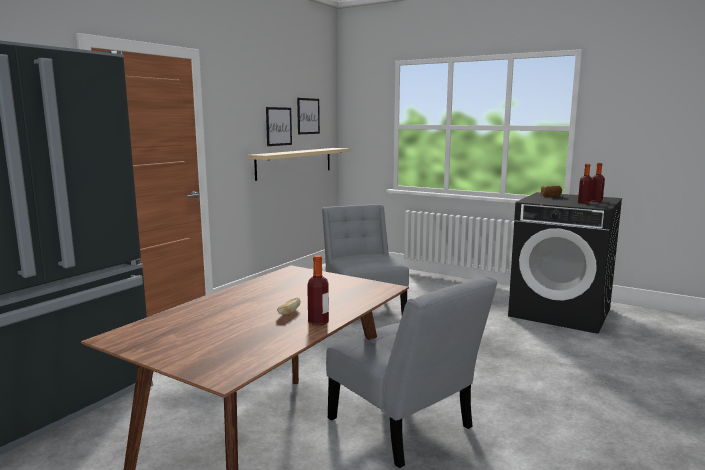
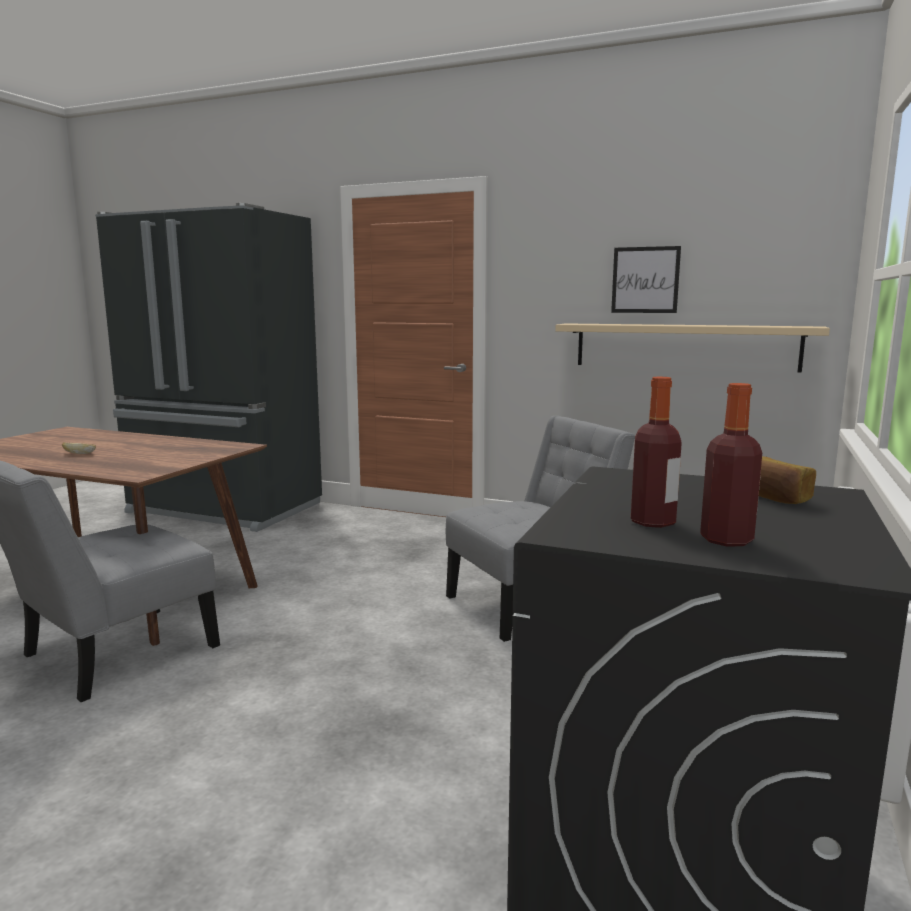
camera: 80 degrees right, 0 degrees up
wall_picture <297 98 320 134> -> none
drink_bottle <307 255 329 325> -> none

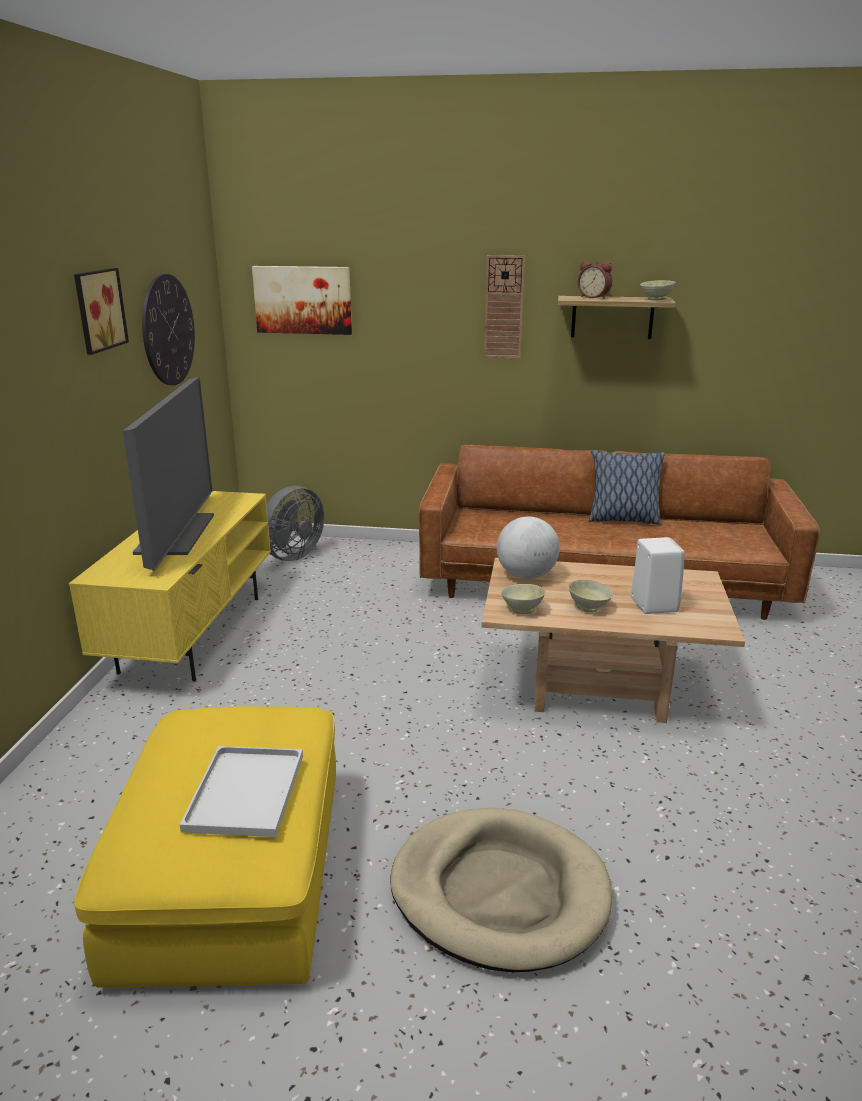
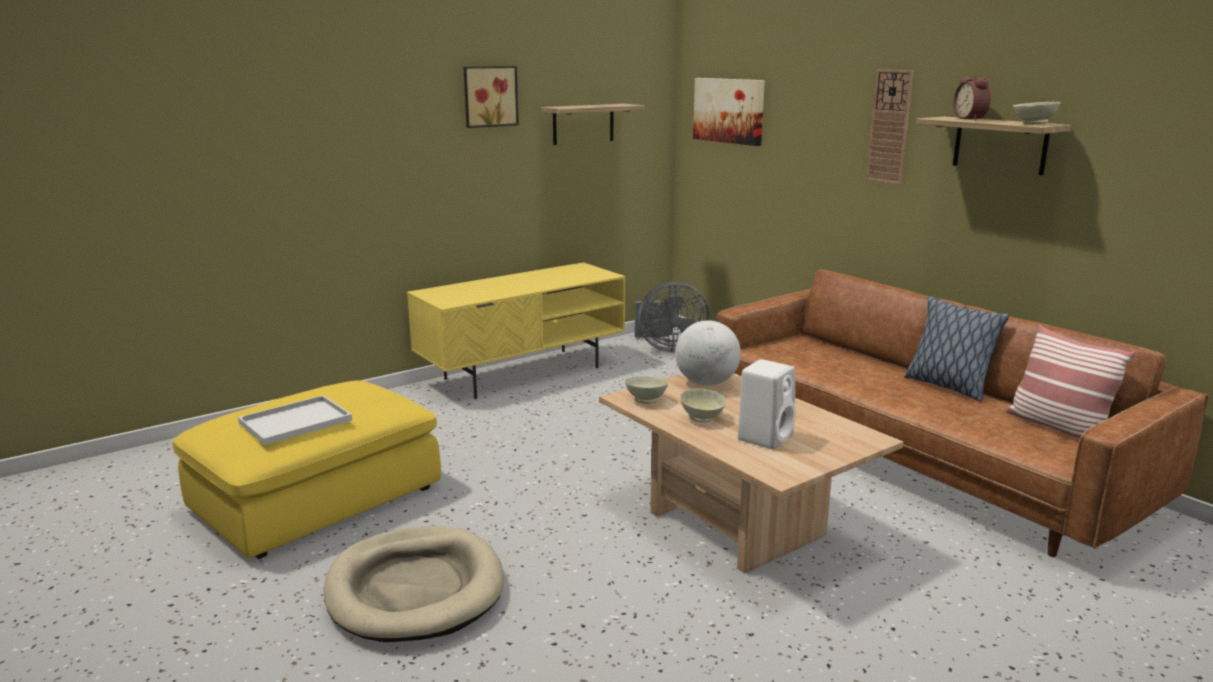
camera: 45 degrees right, 5 degrees down
TV_set <123 377 214 571> -> none
none -> throw_pillow <1006 325 1135 438>
hanging_clock <142 274 195 385> -> shelf <541 104 645 145>

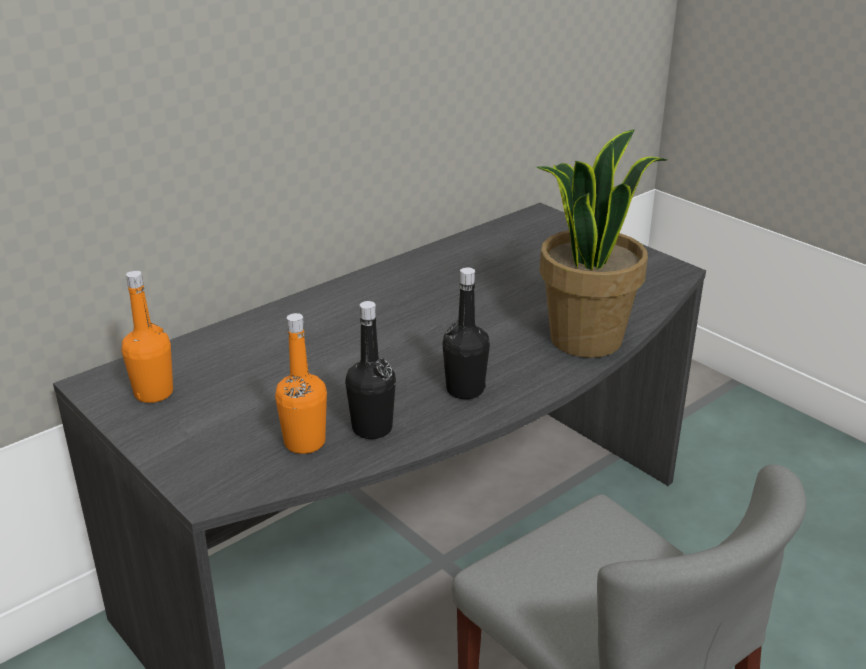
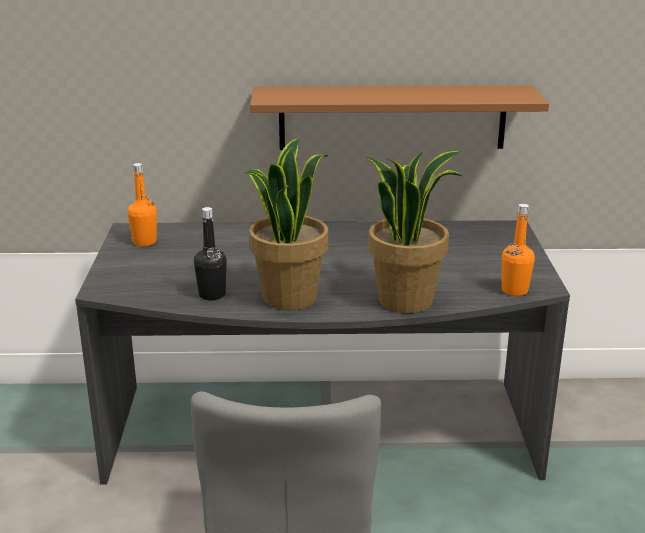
camera: 40 degrees right, 5 degrees down
none -> brownish_shelf <250 85 549 150>
orangey_drink_bottle <275 313 327 454> -> orangey_drink_bottle <502 204 535 296>, moved
blackish_drink_bottle <442 267 490 399> -> houseplant <244 138 329 310>

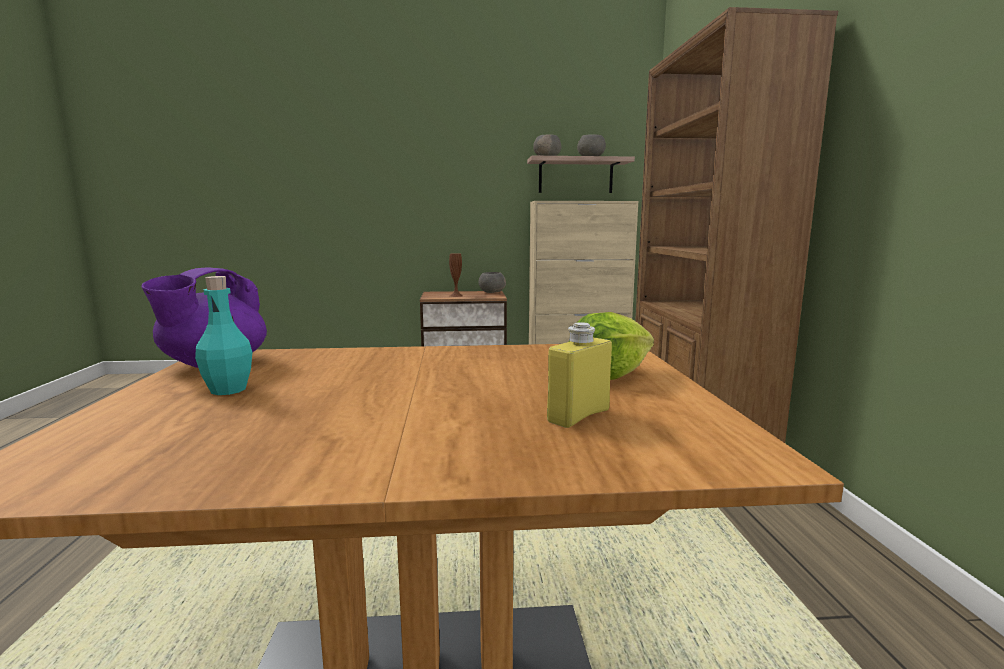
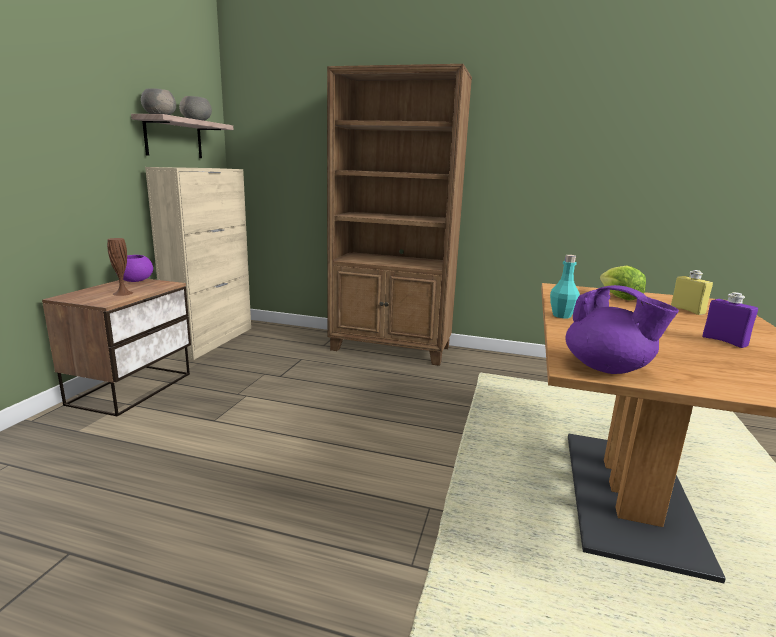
camera: 70 degrees left, 5 degrees up
none -> purple-coloured_drink_bottle <702 292 758 348>
blue-green_drink_bottle <195 276 252 395> -> blue-green_drink_bottle <550 255 580 318>, moved
greyish_deep_dish <478 272 506 293> -> purple-coloured_deep_dish <123 255 153 282>

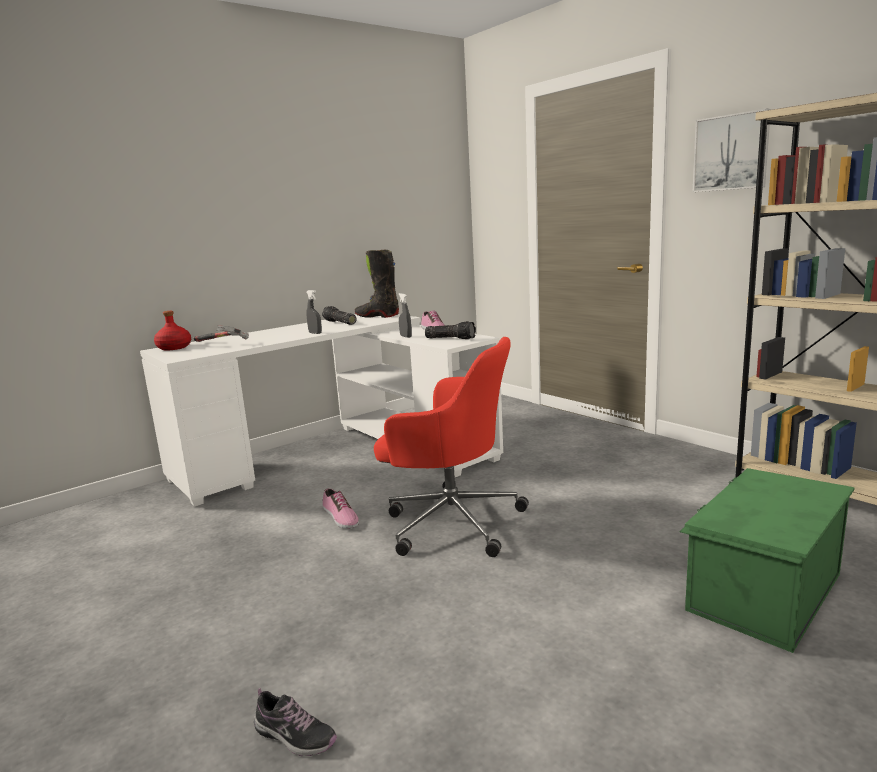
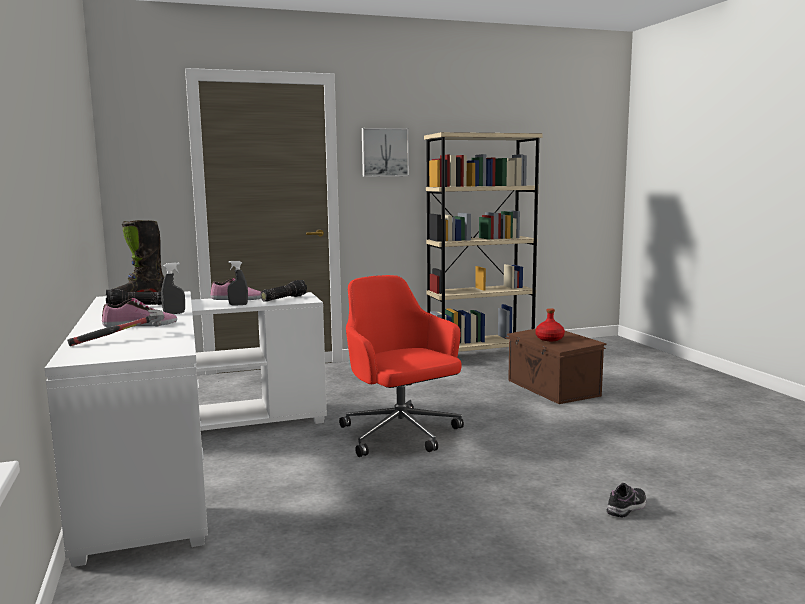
camera: 70 degrees left, 5 degrees down
reddish_drink_bottle <154 311 191 350> -> reddish_drink_bottle <535 308 565 341>, moved
low_shoe <322 488 359 529> -> low_shoe <102 298 177 327>, moved
green-coloured_storage_container <680 468 855 653> -> brownish_storage_container <505 329 606 404>
reddish_desk_chair <374 337 529 557> -> reddish_desk_chair <339 275 464 457>, 75 degrees counterclockwise

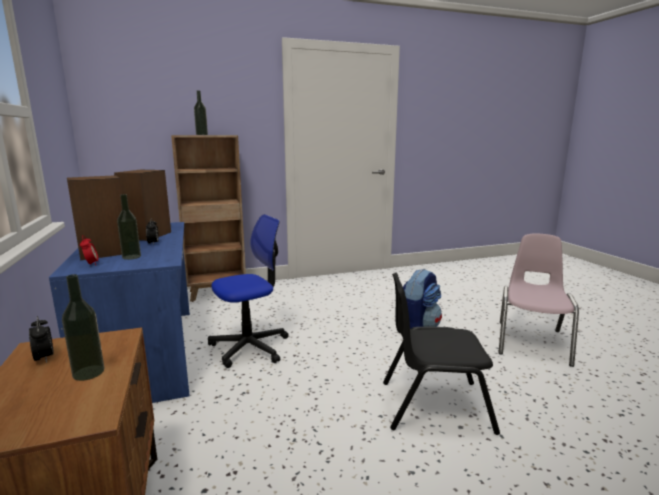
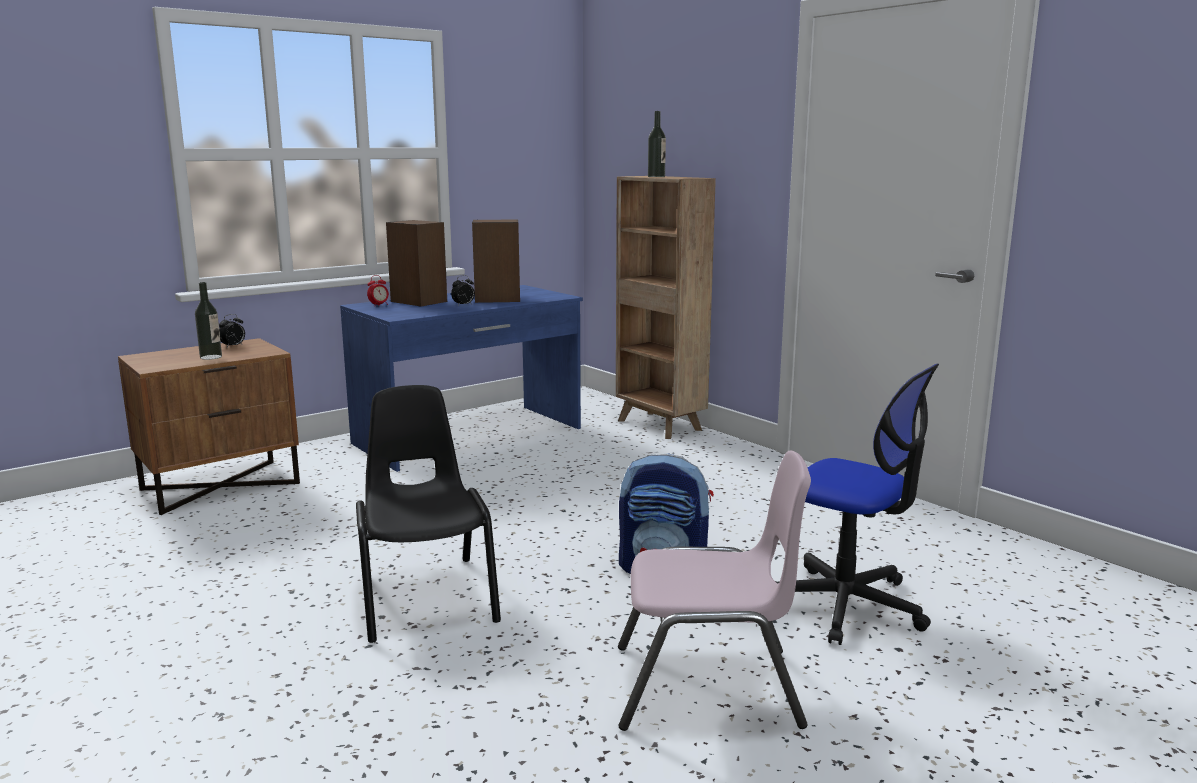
camera: 70 degrees right, 0 degrees up
drink_bottle <117 194 141 260> -> none
desk_chair <208 214 289 368> -> desk_chair <776 364 939 645>, moved

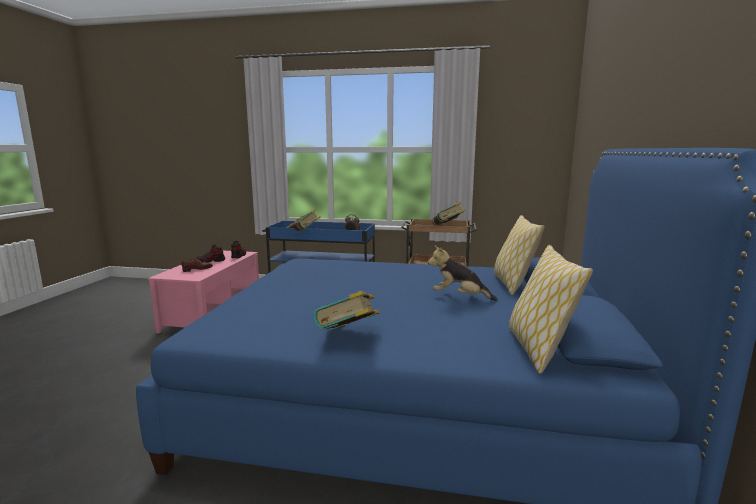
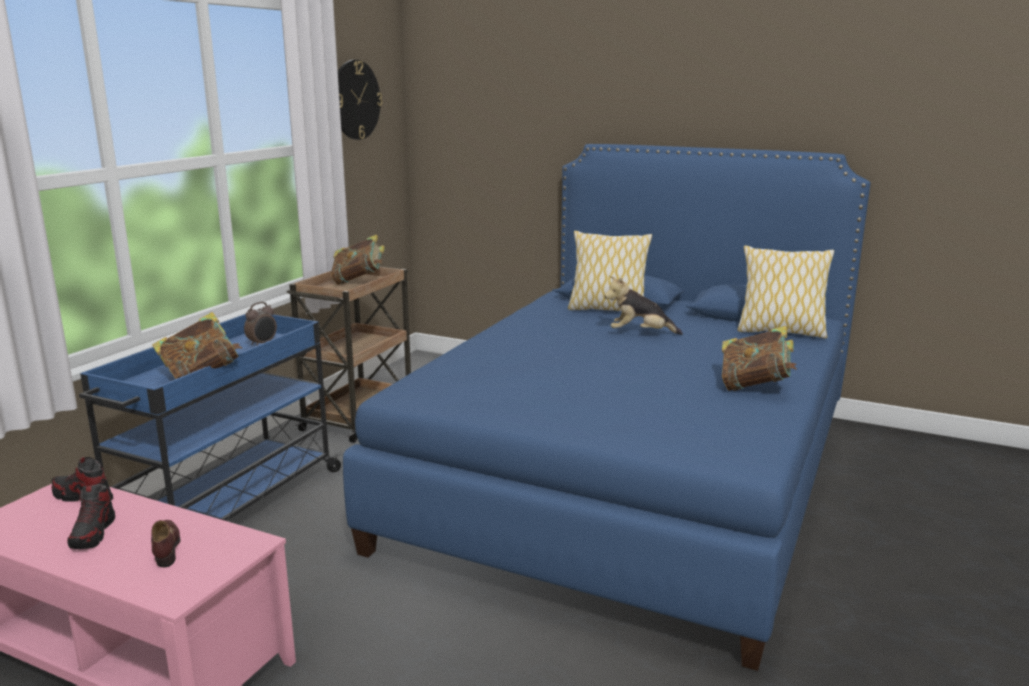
camera: 75 degrees left, 5 degrees up
none -> hanging_clock <338 60 382 140>
plush_toy <428 245 497 301> -> plush_toy <604 276 683 335>, 60 degrees clockwise

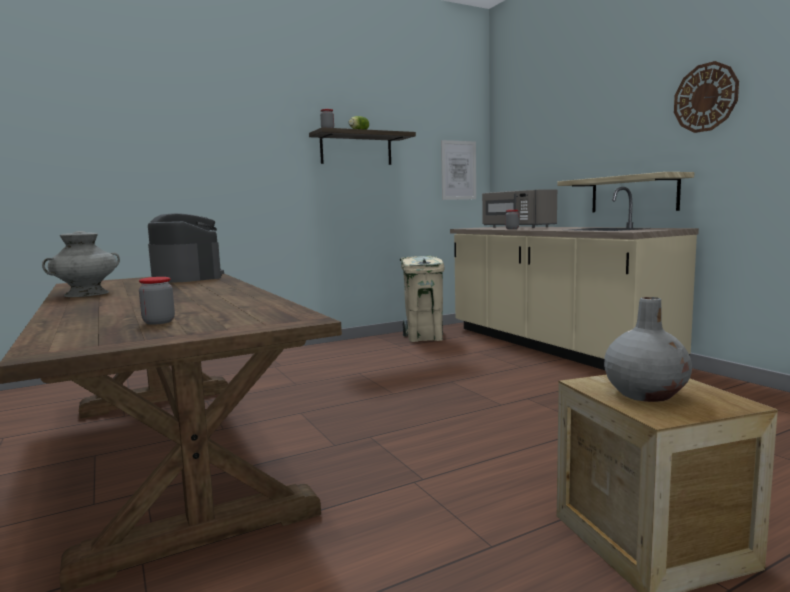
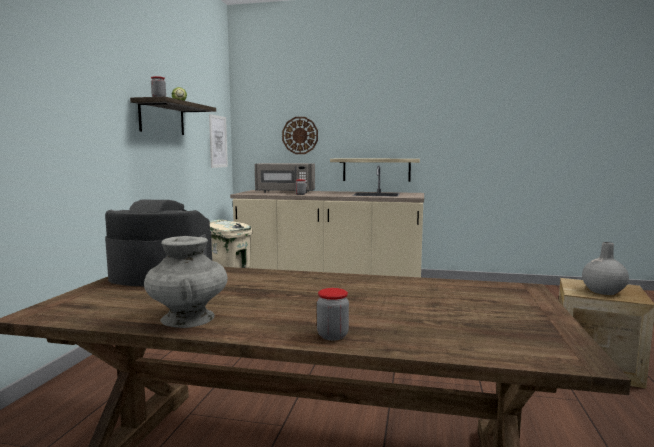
camera: 50 degrees left, 0 degrees up
storage_jar <139 277 175 325> -> storage_jar <317 288 349 341>, moved
hanging_clock <674 61 739 133> -> hanging_clock <282 117 318 154>, moved

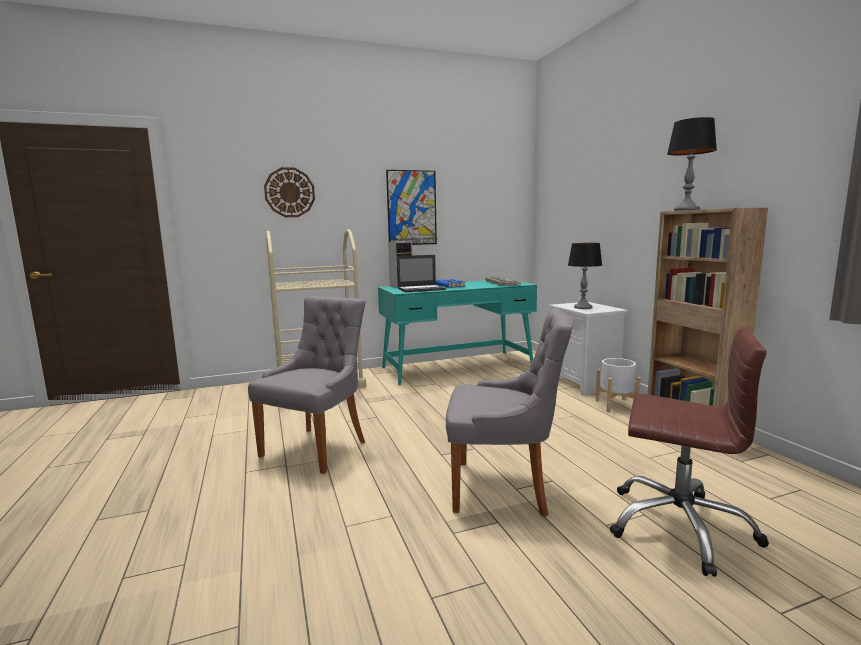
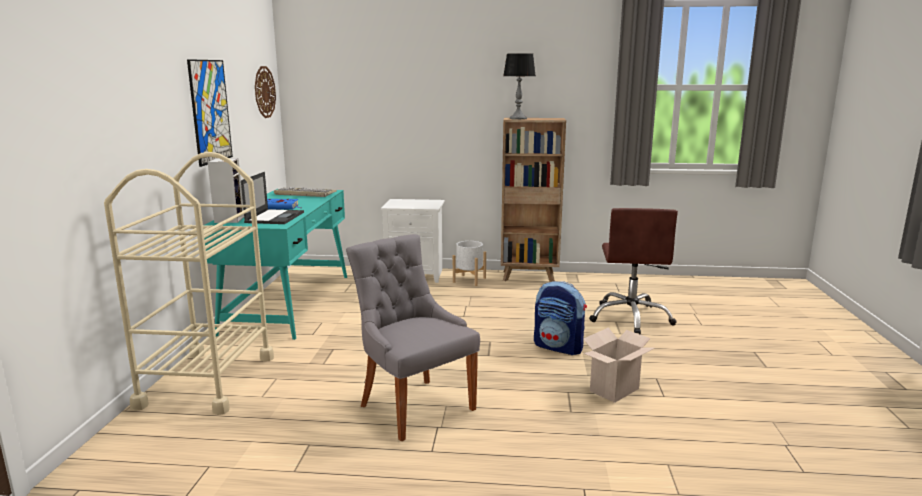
camera: 65 degrees left, 5 degrees up
tabletop_lamp <568 243 602 309> -> none
none -> carton <583 328 655 403>
hanging_clock <264 167 315 217> -> hanging_clock <255 66 276 118>, moved
greyish_chair <446 309 573 517> -> backpack <534 281 587 355>
brownish_desk_chair <610 326 769 577> -> brownish_desk_chair <589 208 678 335>, 135 degrees clockwise

